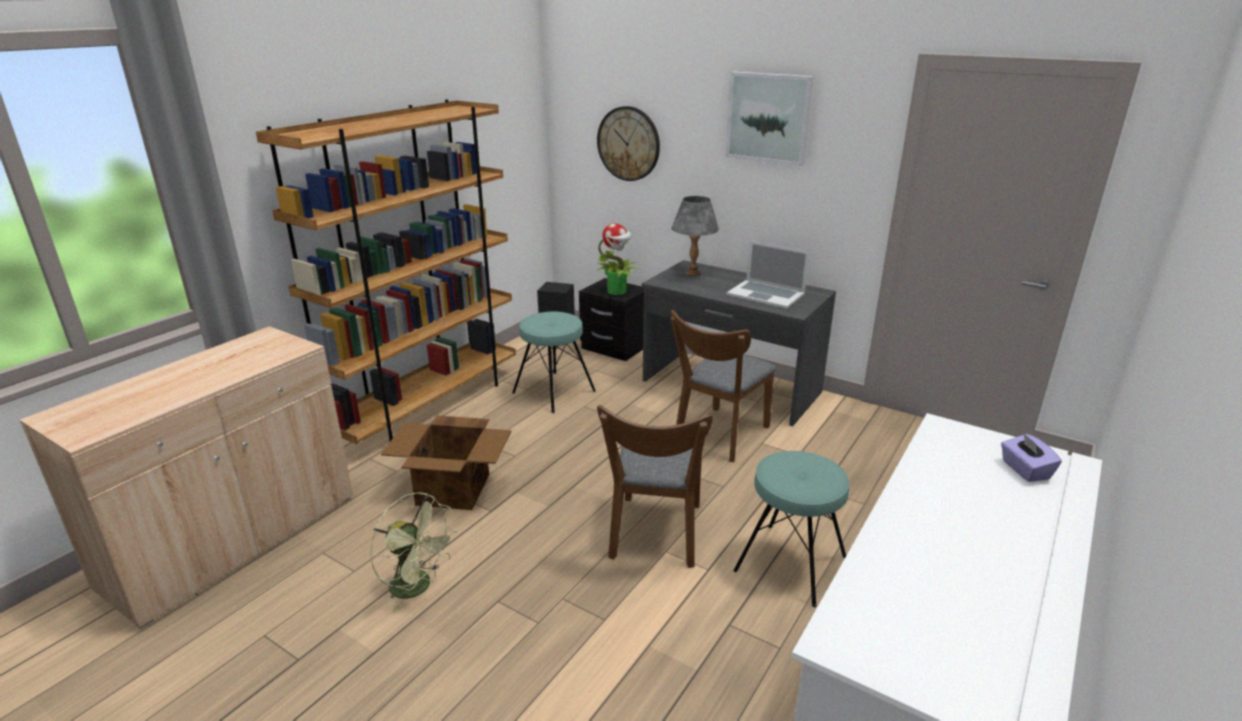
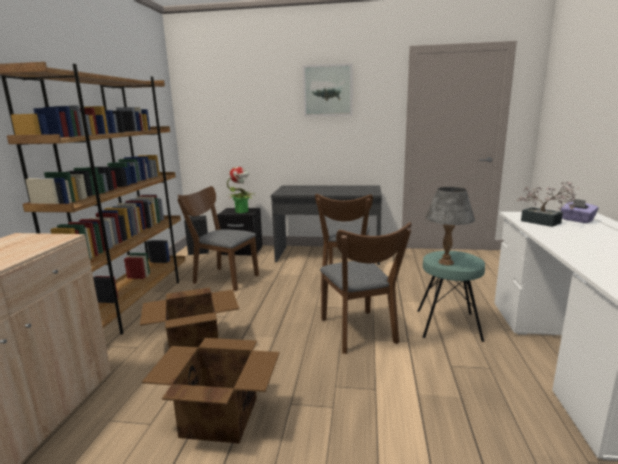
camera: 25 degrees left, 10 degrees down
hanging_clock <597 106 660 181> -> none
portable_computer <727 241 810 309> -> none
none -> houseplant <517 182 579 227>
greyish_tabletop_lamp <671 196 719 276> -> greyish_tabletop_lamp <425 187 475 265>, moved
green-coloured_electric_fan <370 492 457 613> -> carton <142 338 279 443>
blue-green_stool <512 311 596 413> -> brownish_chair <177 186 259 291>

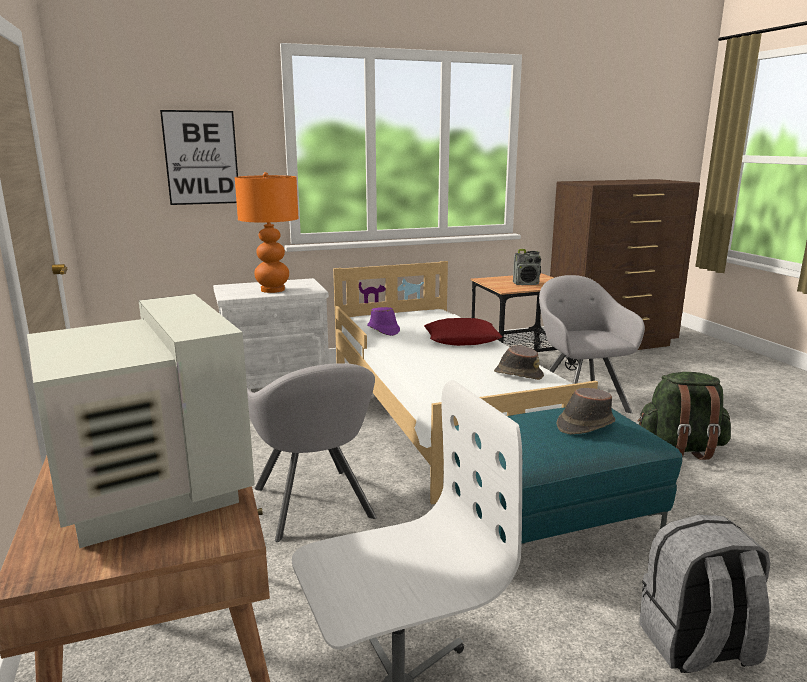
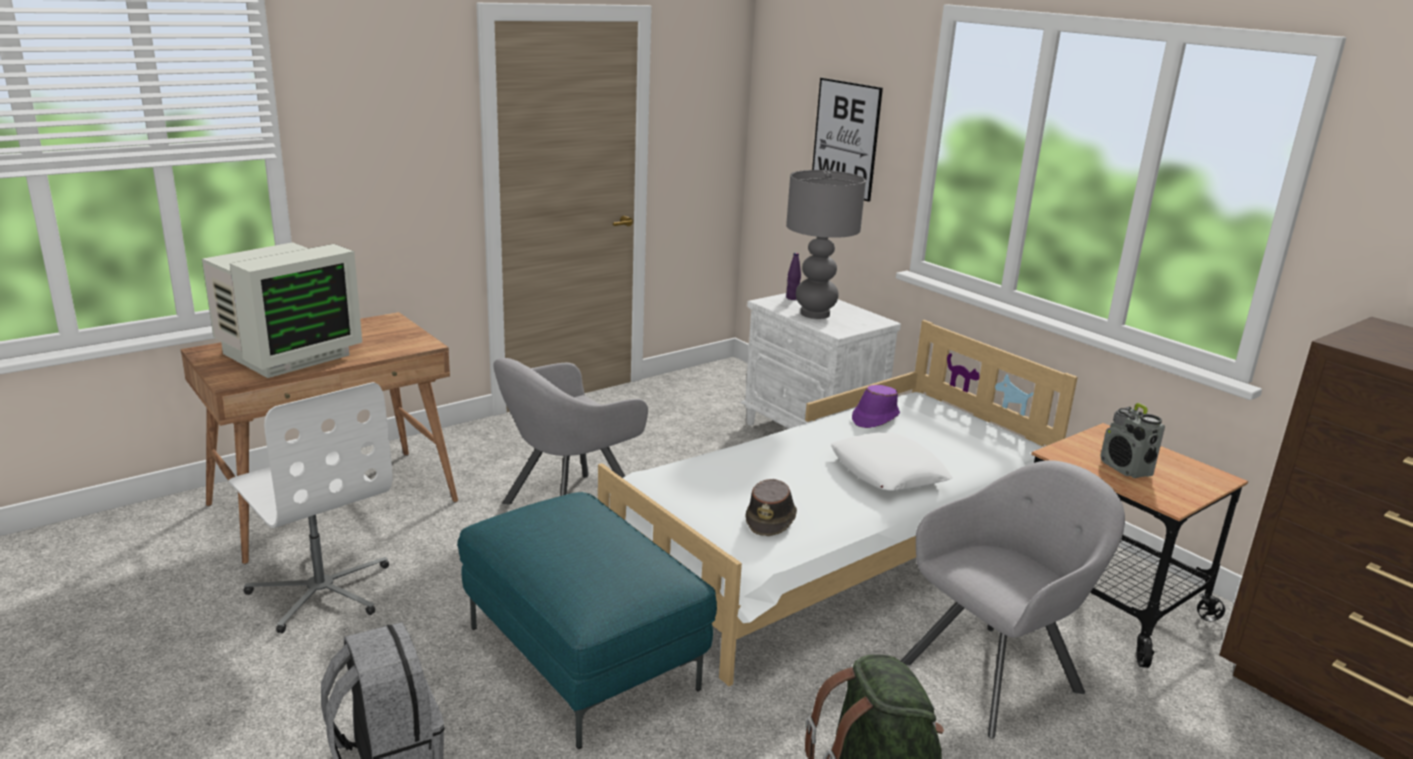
camera: 70 degrees right, 5 degrees up
brownish_hat <557 388 615 435> -> none
none -> purple-coloured_drink_bottle <786 253 801 300>
orangey_tabletop_lamp <235 172 298 293> -> greyish_tabletop_lamp <786 170 866 319>
reddish_throw_pillow <424 318 503 346> -> white-coloured_throw_pillow <831 432 952 491>

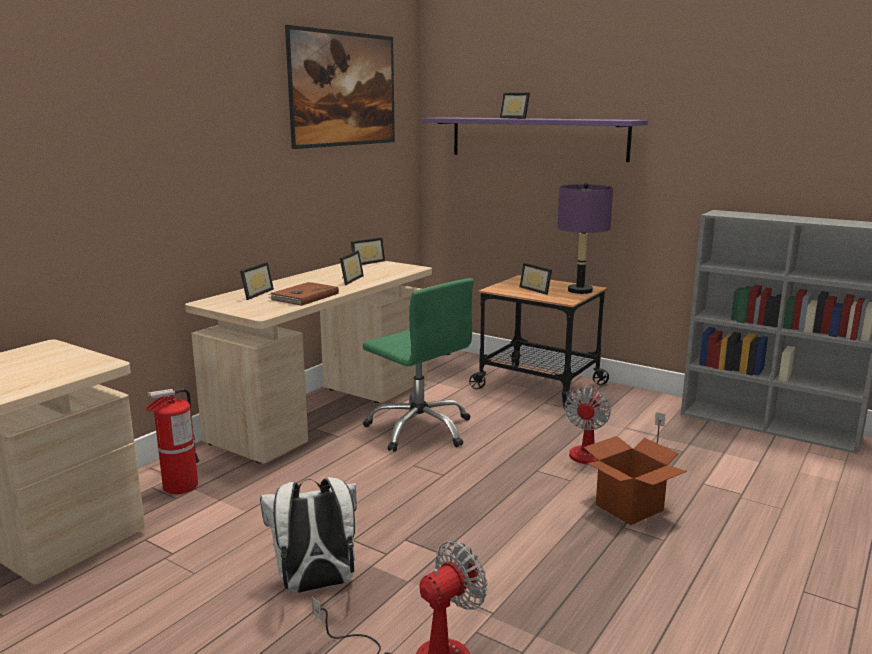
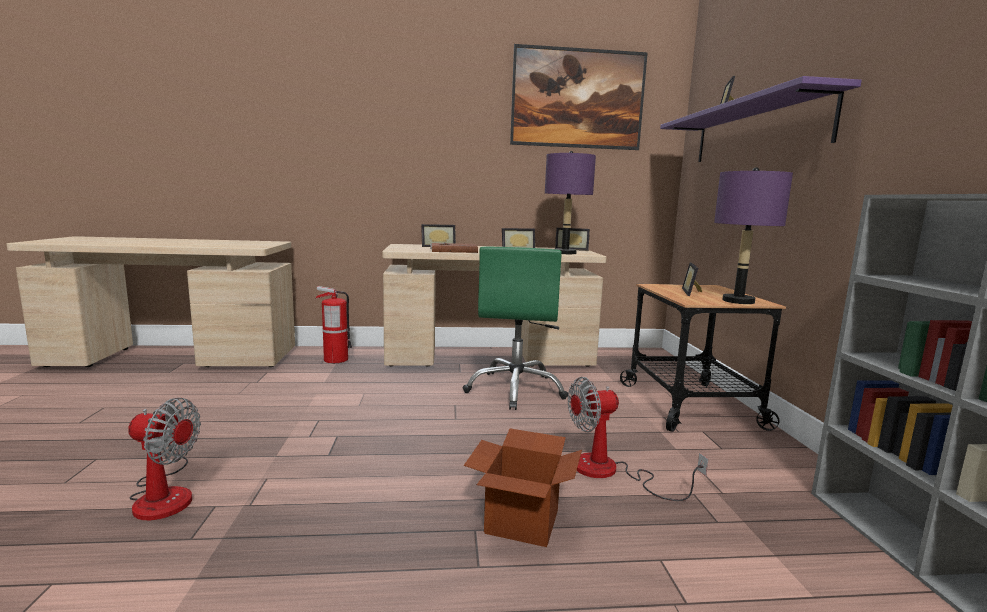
camera: 50 degrees right, 5 degrees down
white-coloured_backpack <260 477 357 593> -> none
none -> purple-coloured_tabletop_lamp <545 151 596 254>

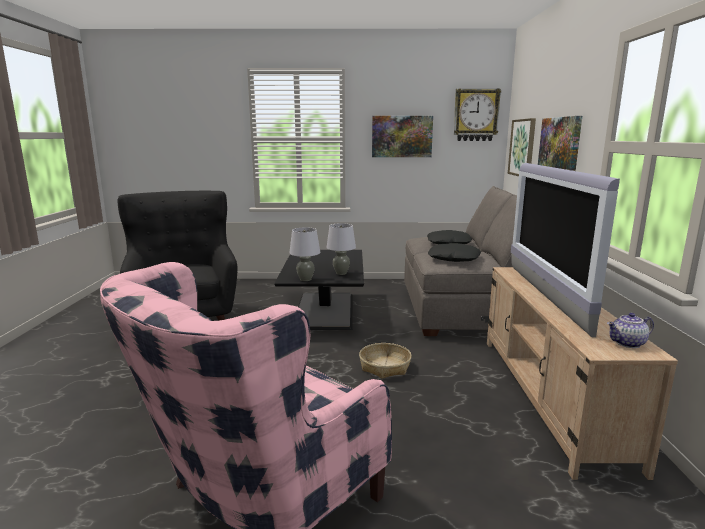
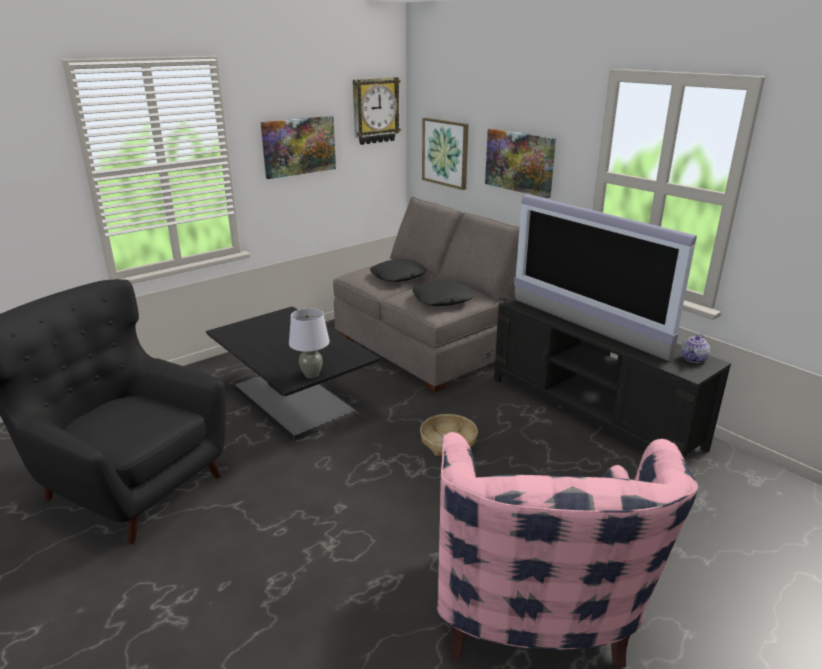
camera: 40 degrees left, 10 degrees up
greyish_tabletop_lamp <326 223 356 275> -> none
beige-coloured_tv_unit <487 267 678 480> -> blackish_tv_unit <494 298 731 458>

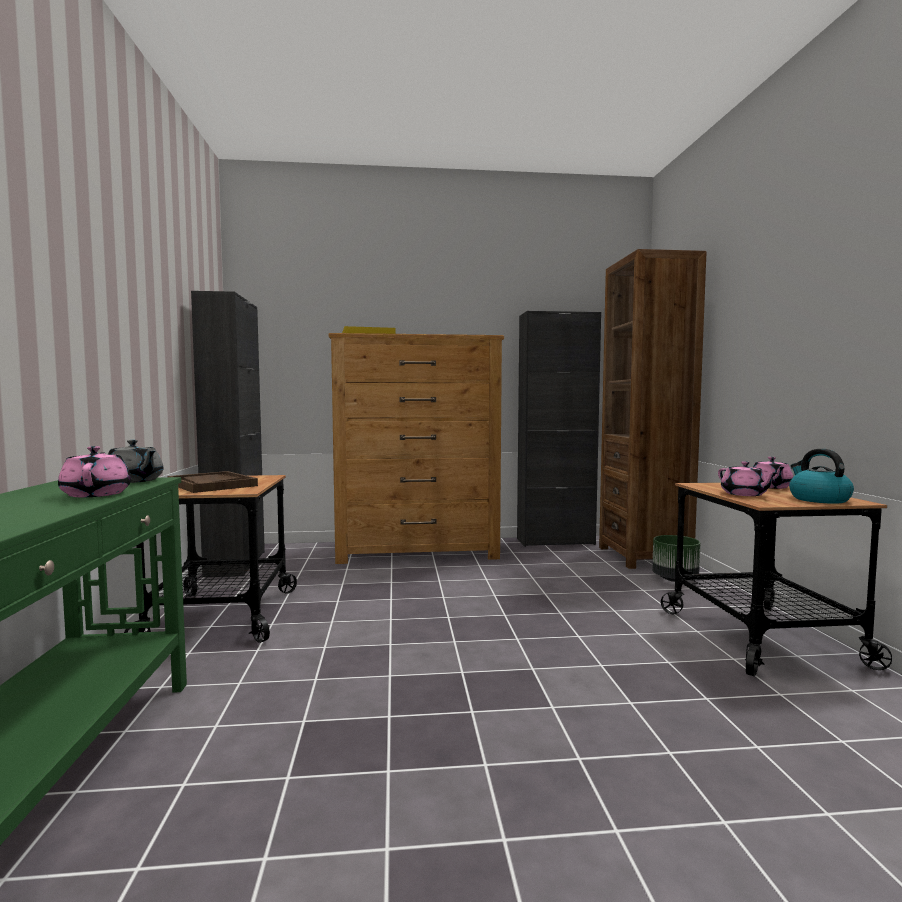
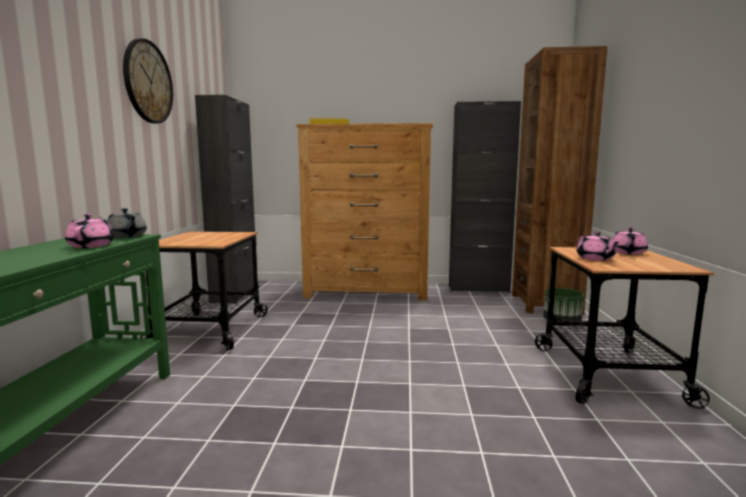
camera: 10 degrees right, 5 degrees up
brownish_tray <168 471 258 493> -> none
tea_kettle <789 449 854 504> -> none
none -> hanging_clock <123 38 173 123>

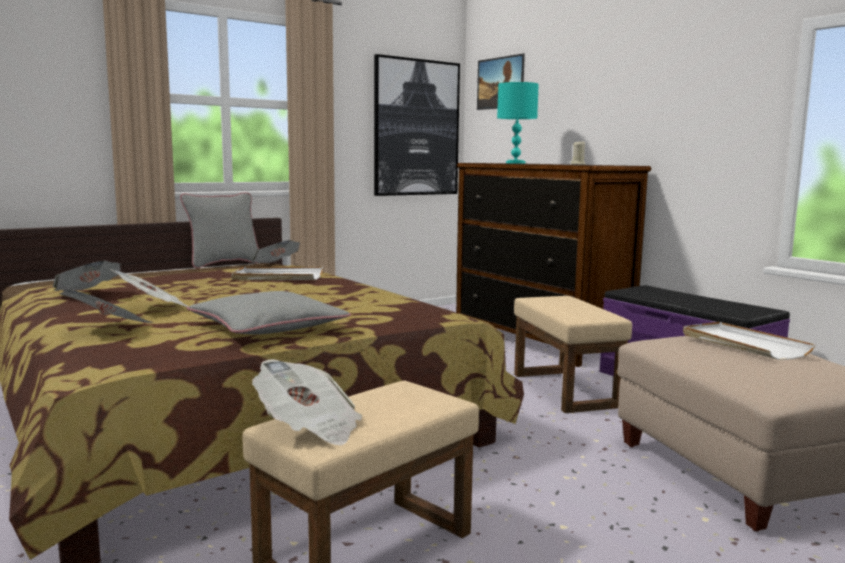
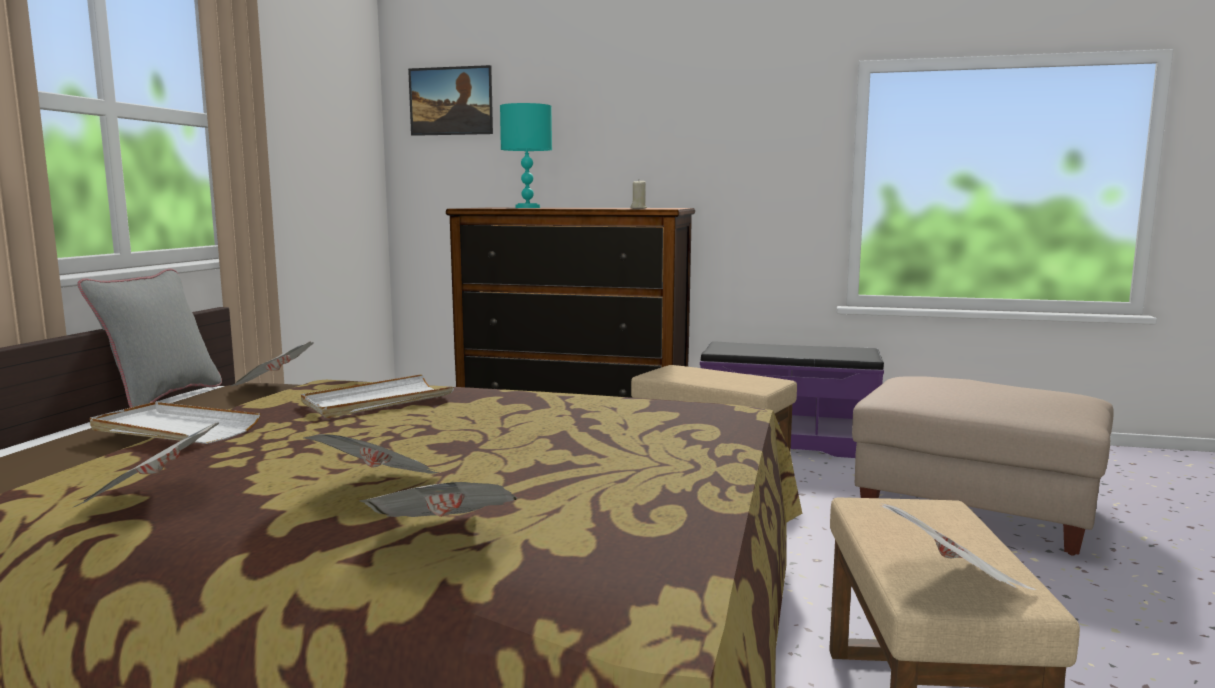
camera: 40 degrees left, 0 degrees up
greyish_throw_pillow <187 291 351 334> -> none
wall_picture <374 54 460 196> -> none
white-coloured_tray <683 322 815 360> -> white-coloured_tray <90 402 261 444>, moved

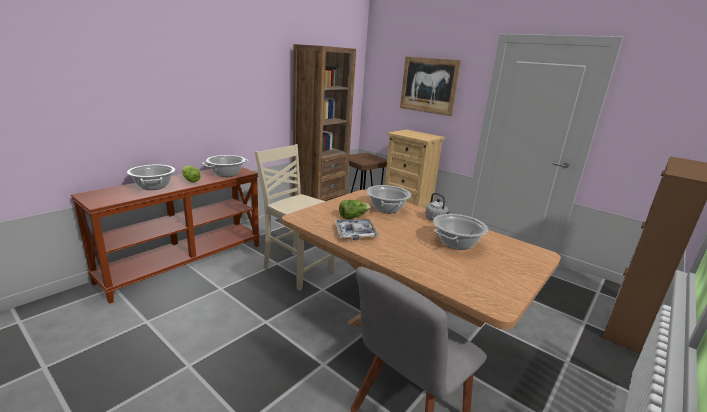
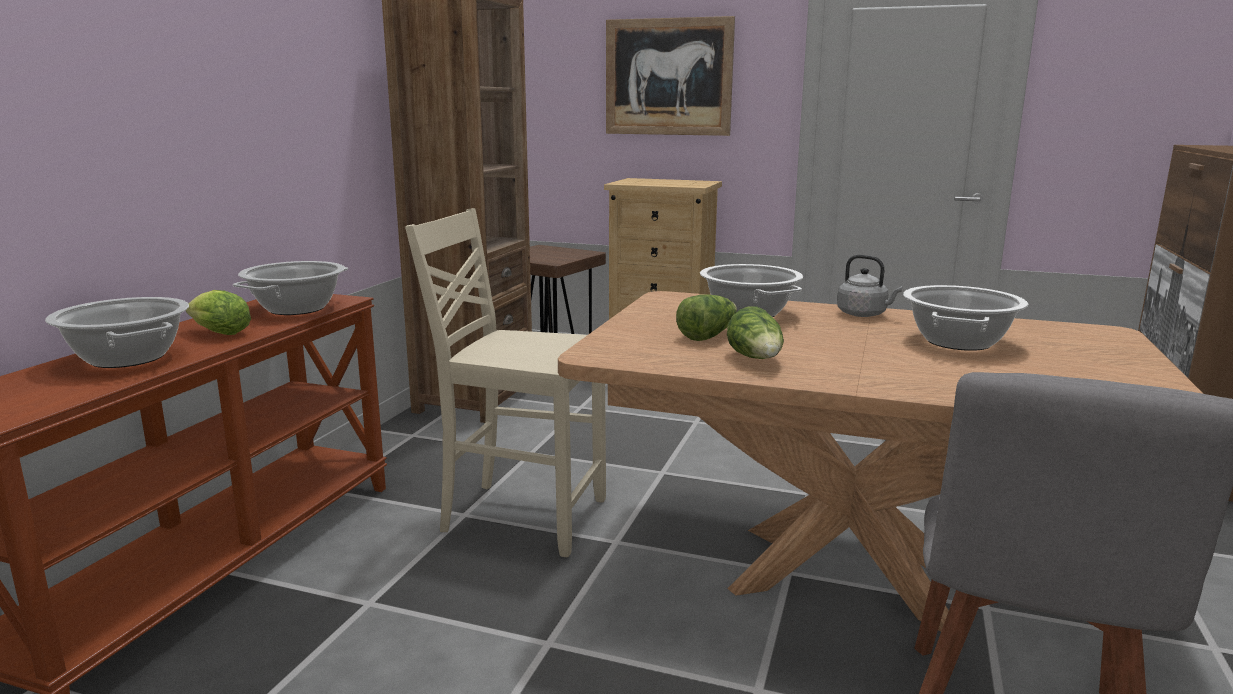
camera: 20 degrees left, 5 degrees down
tray <335 219 379 240> -> lettuce_head <727 306 784 359>

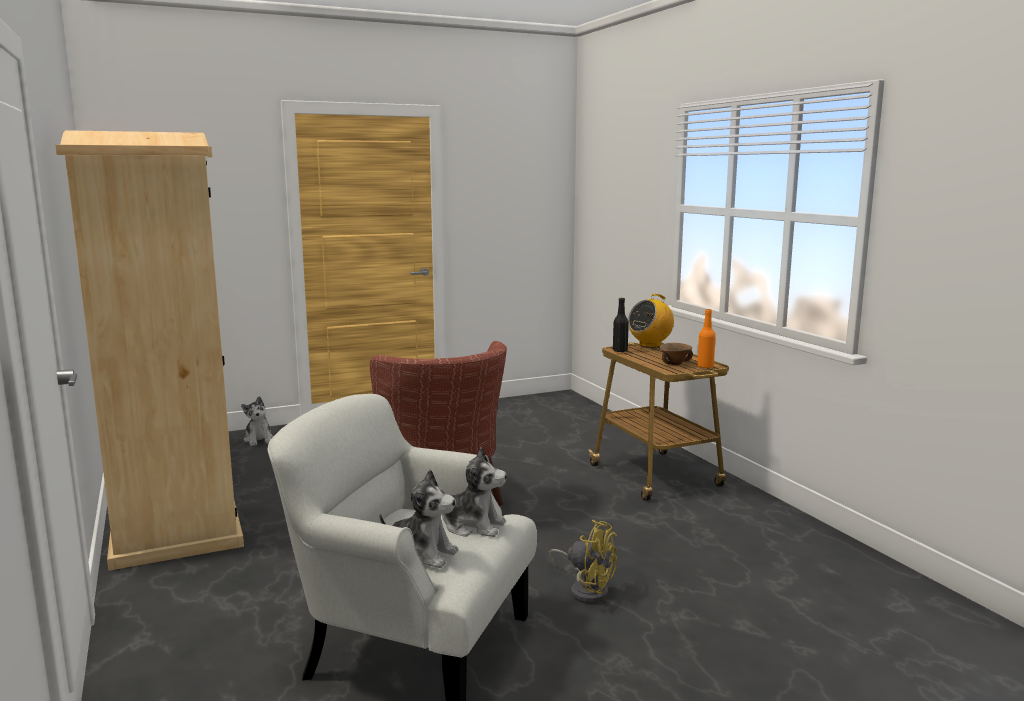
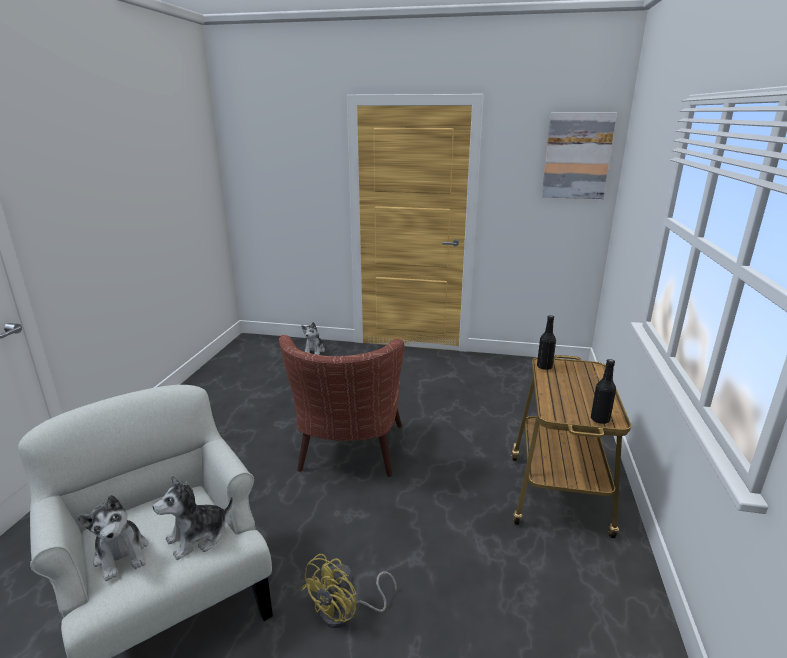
camera: 35 degrees right, 10 degrees up
beige-coloured_wardrobe <55 130 244 571> -> none
radio_set <628 294 674 348> -> none
brownish_deep_dish <659 343 693 365> -> none
none -> wall_picture <542 113 617 199>
orangey_drink_bottle <697 309 716 368> -> blackish_drink_bottle <591 359 616 424>
plush_toy <442 447 507 537> -> plush_toy <153 476 233 560>, 90 degrees clockwise
yellowish_electric_fan <549 520 617 604> -> yellowish_electric_fan <301 554 397 628>, 60 degrees clockwise

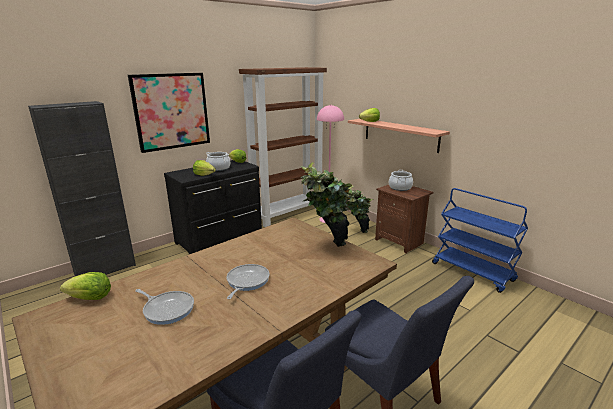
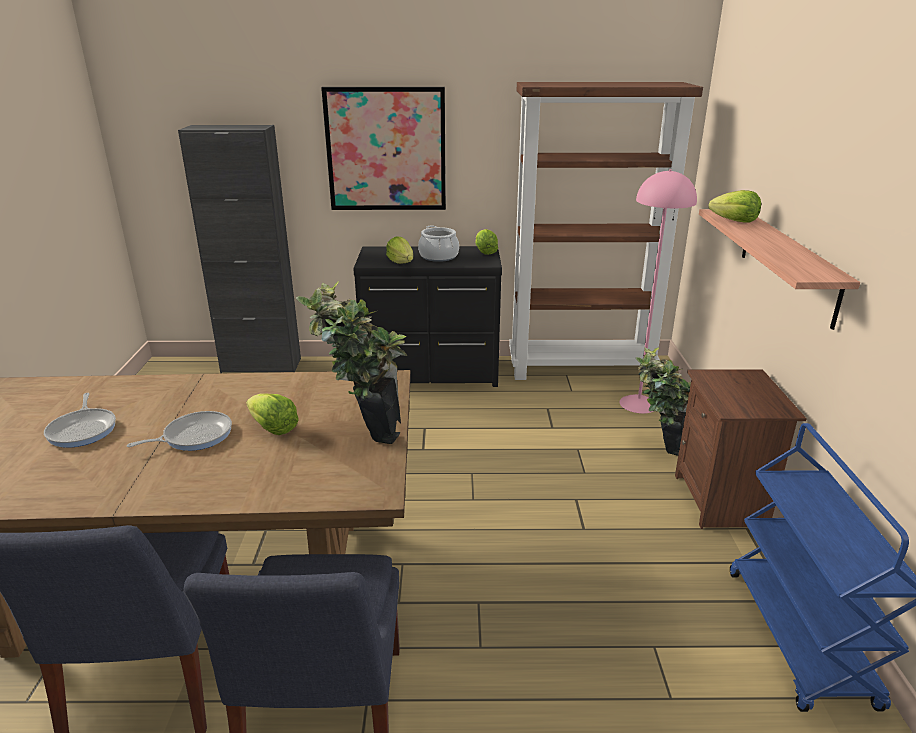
camera: 40 degrees right, 5 degrees up
cooking_pot <389 170 413 191> -> none
lettuce_head <60 272 111 300> -> lettuce_head <246 394 299 435>, moved

